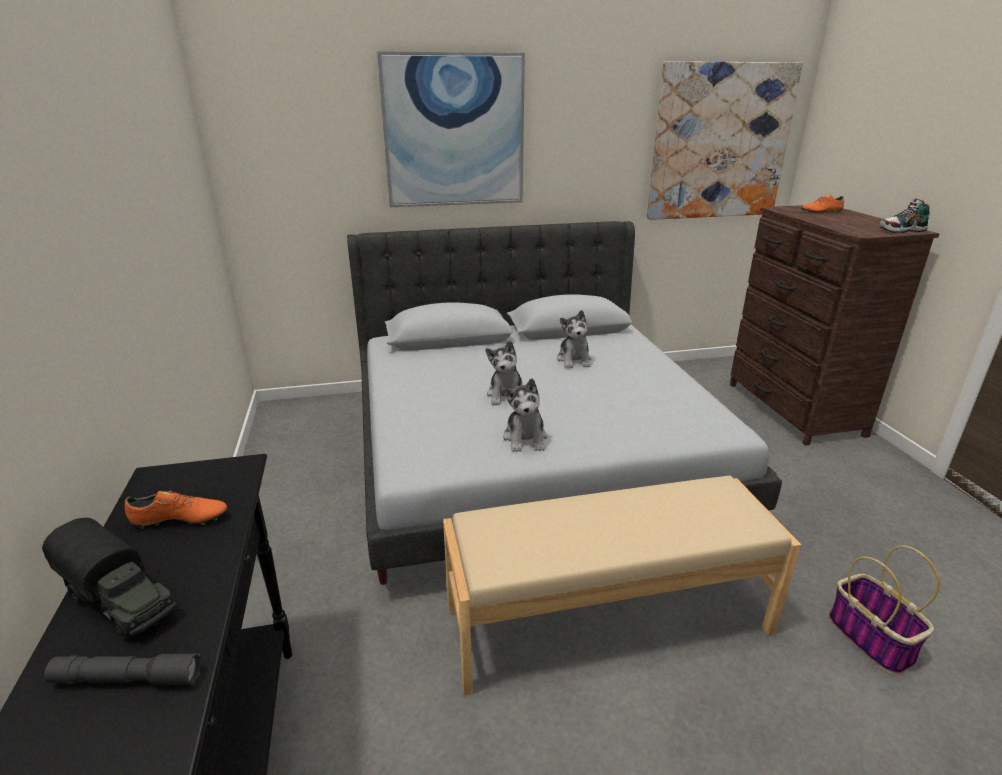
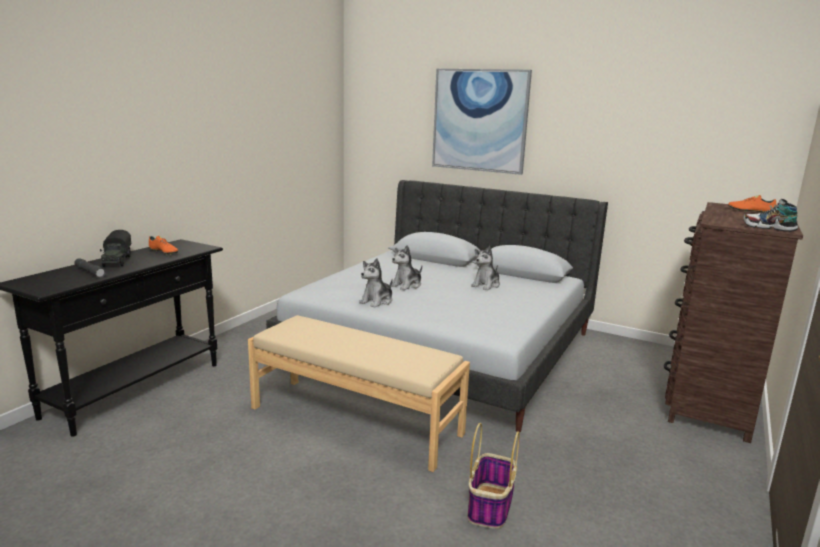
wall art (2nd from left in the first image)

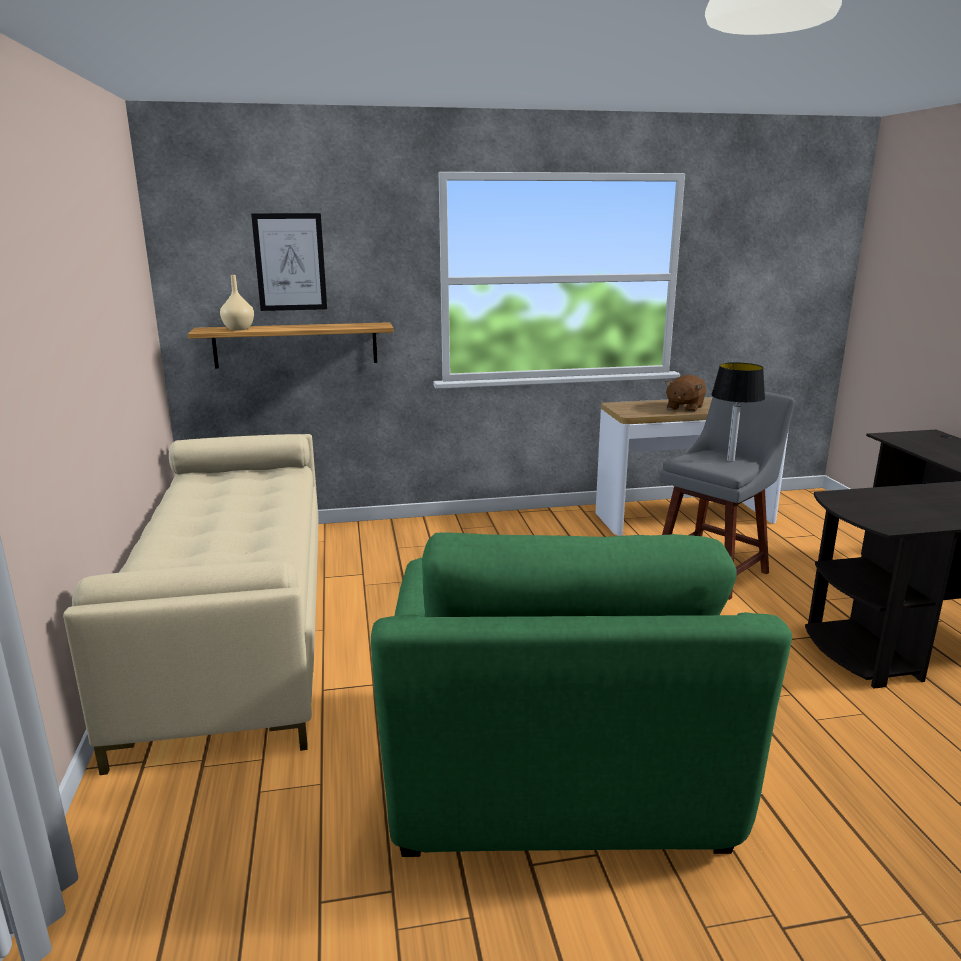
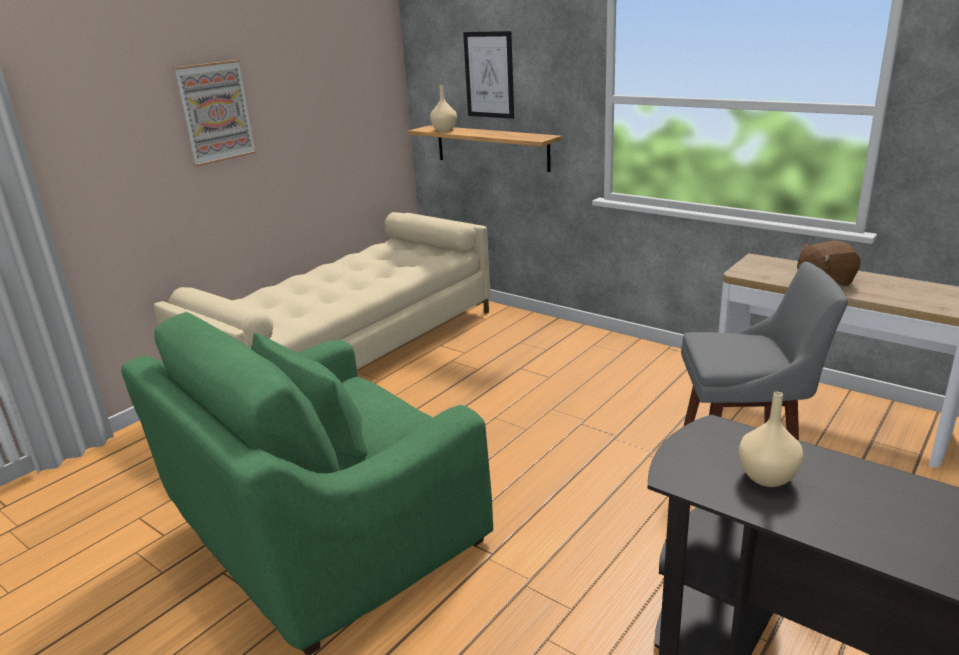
wall art (1st from left)
beige decorative vase (2nd from left)
tabletop lamp

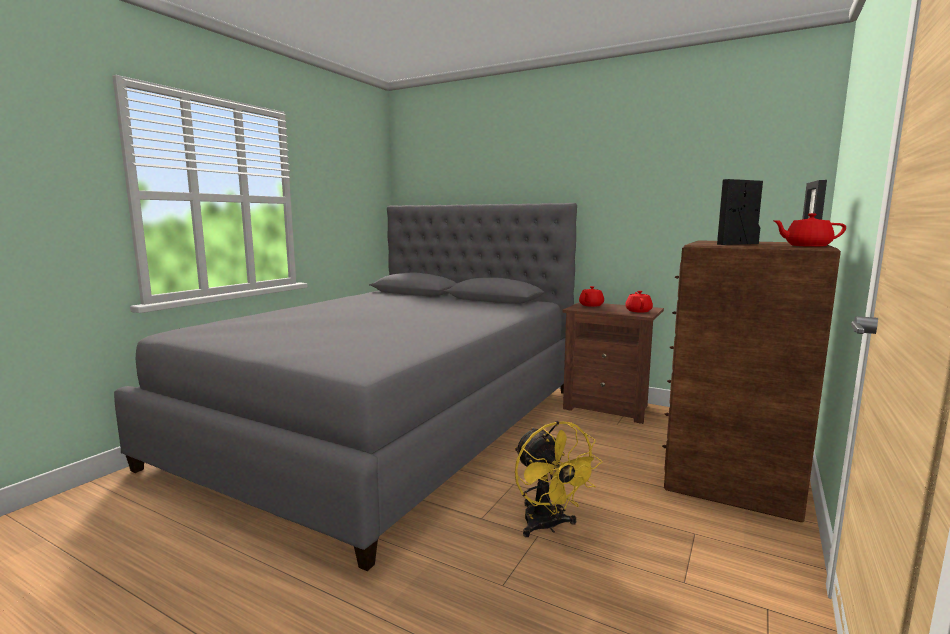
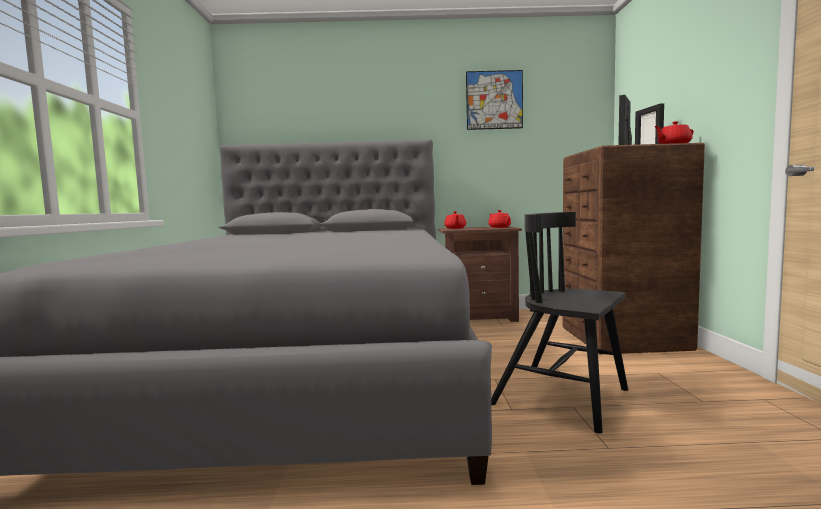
wall art
black plain chair

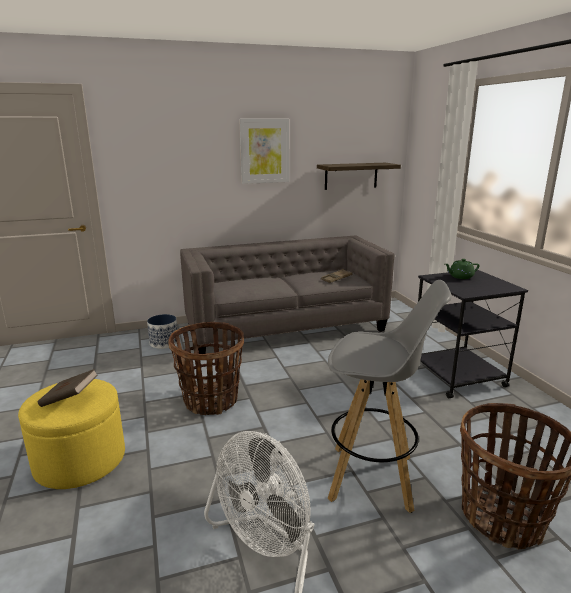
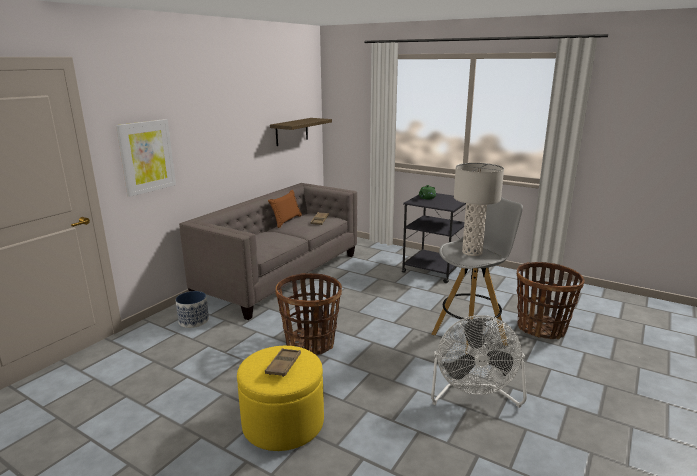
wall art
brown carrying tray (1st from left)
brown cushion
whitish tabletop lamp

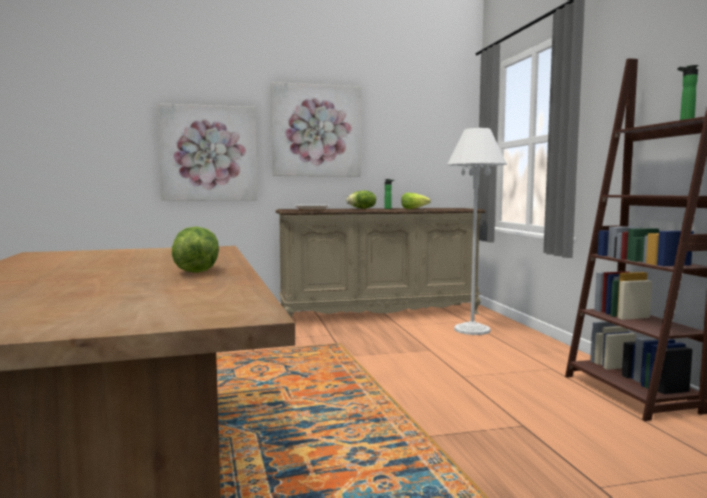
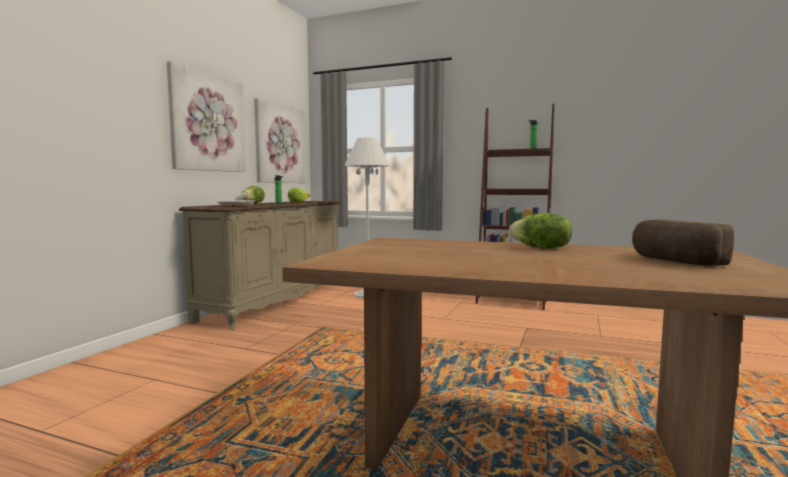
wall art (2nd from left)
baked bread

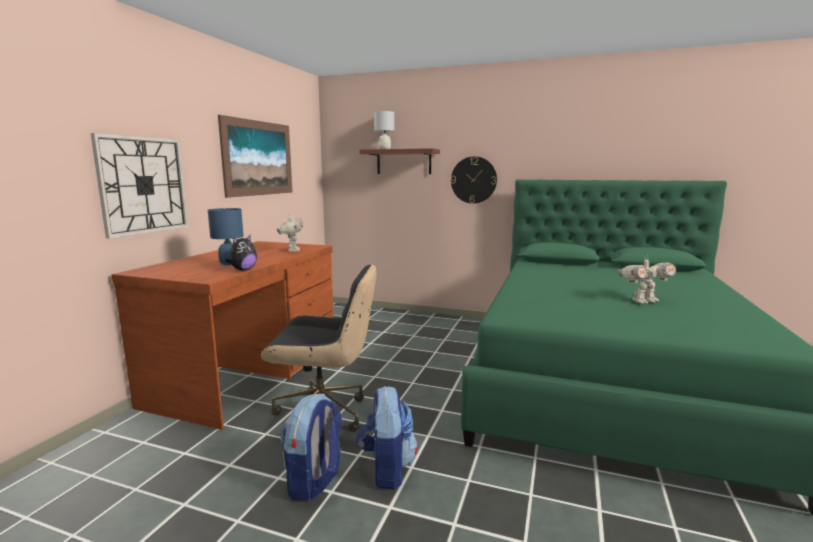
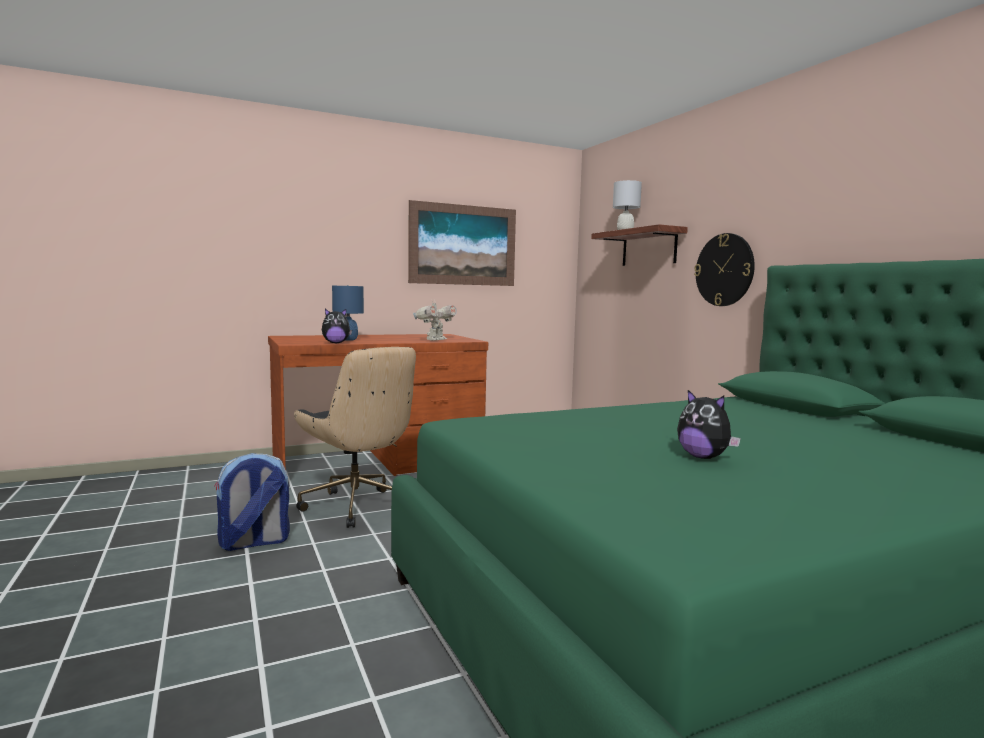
cuddly toy (2nd from left)
clock on the wall (1st from left in the first image)
backpack (2nd from left in the first image)

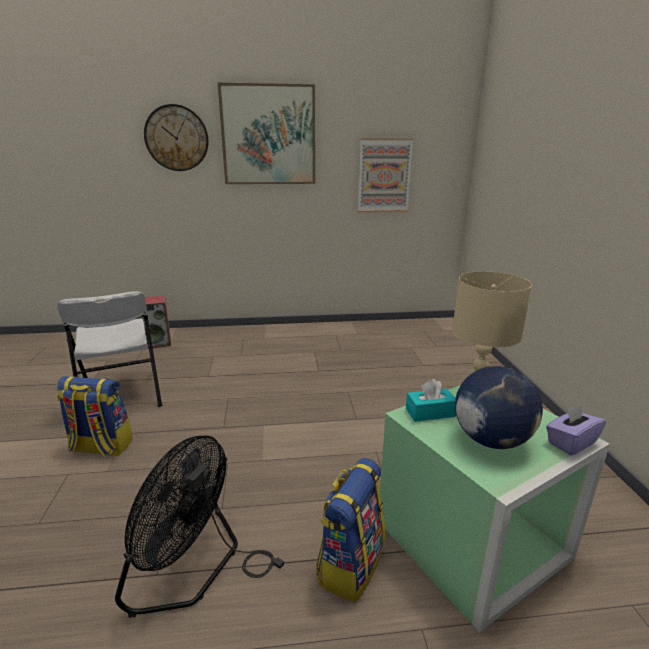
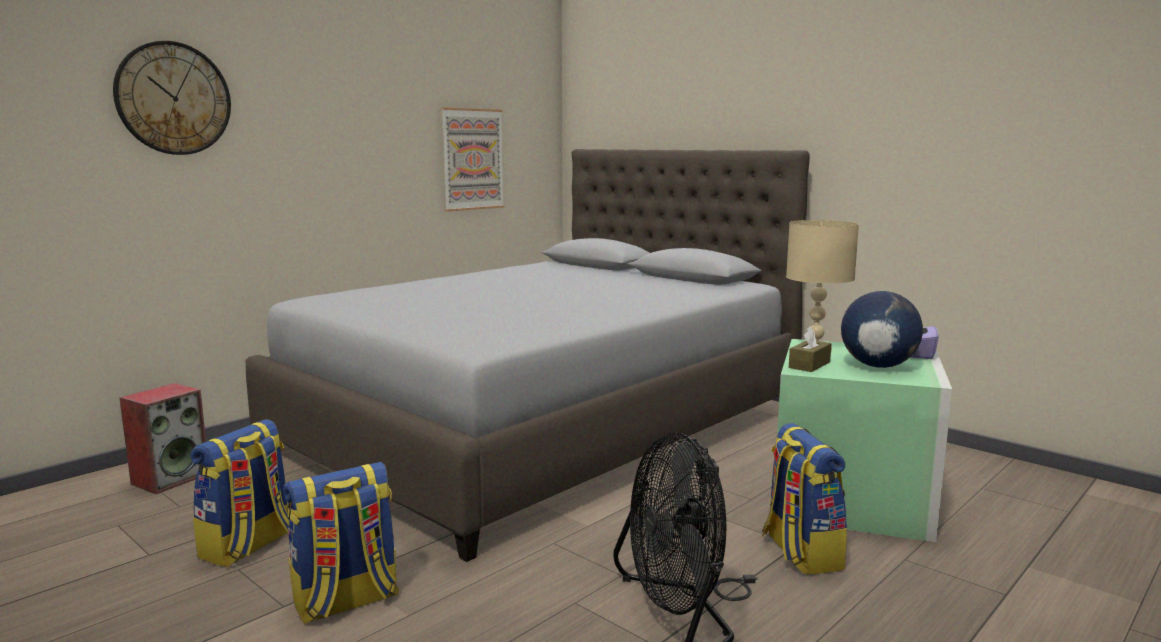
backpack (1st from left)
greyish bedroom bed
brown box of tissues
wall art (1st from left in the first image)

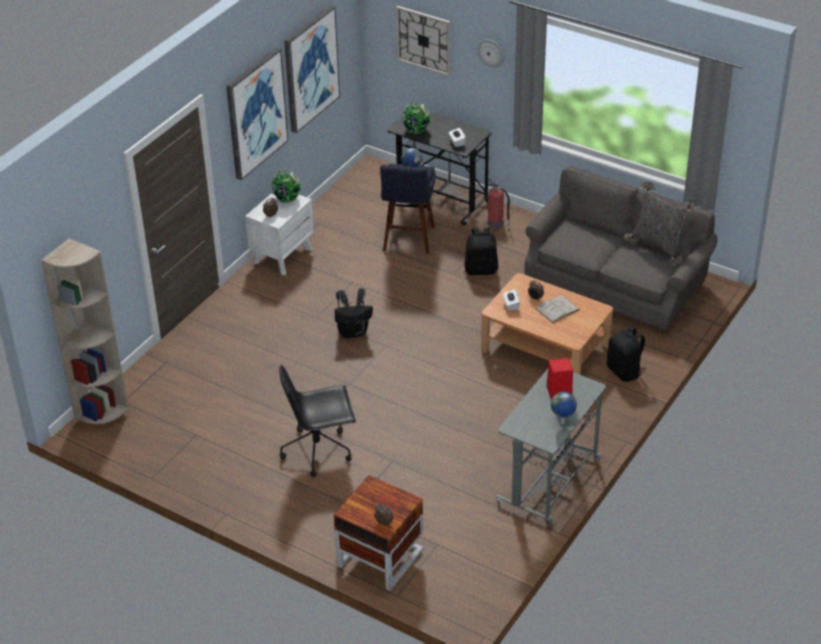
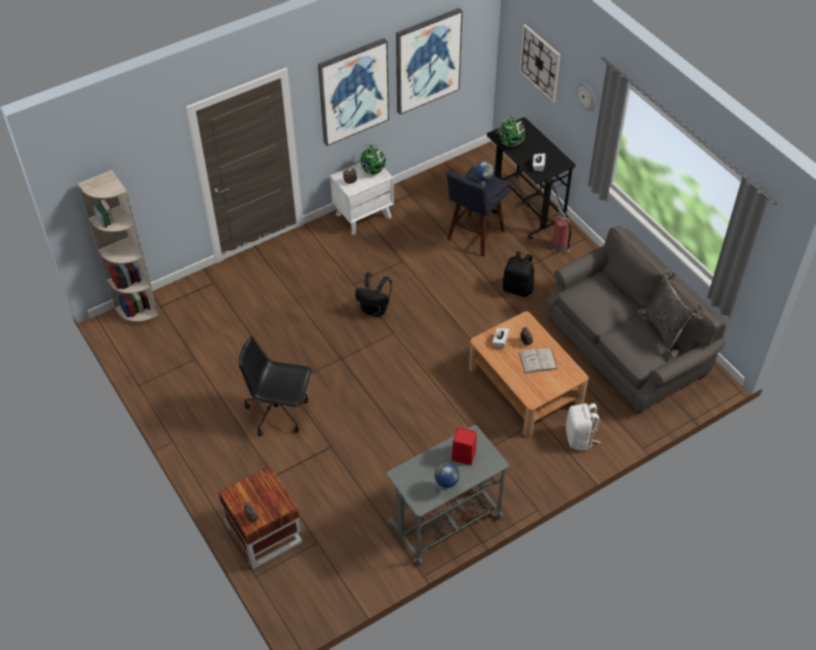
whitish backpack

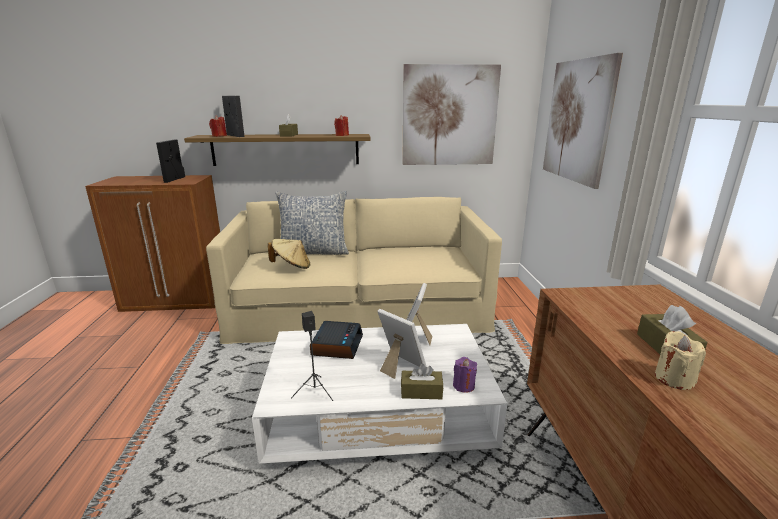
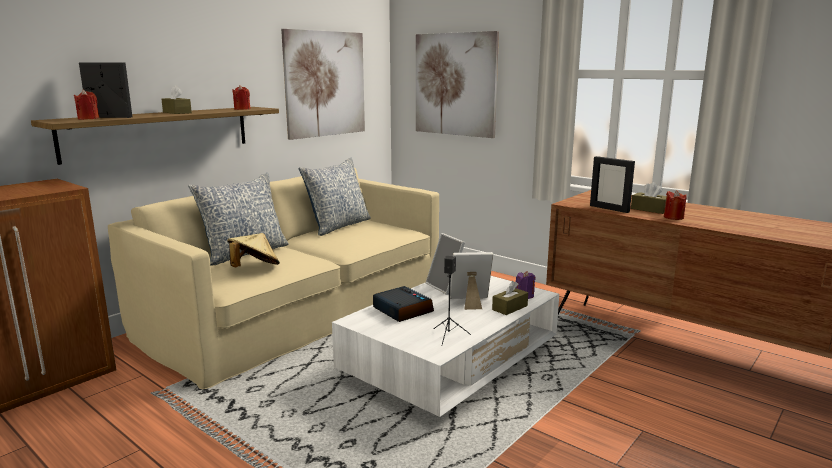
cushion (2nd from left)
standing frame (4th from left)
red-coloured candle (3rd from left)

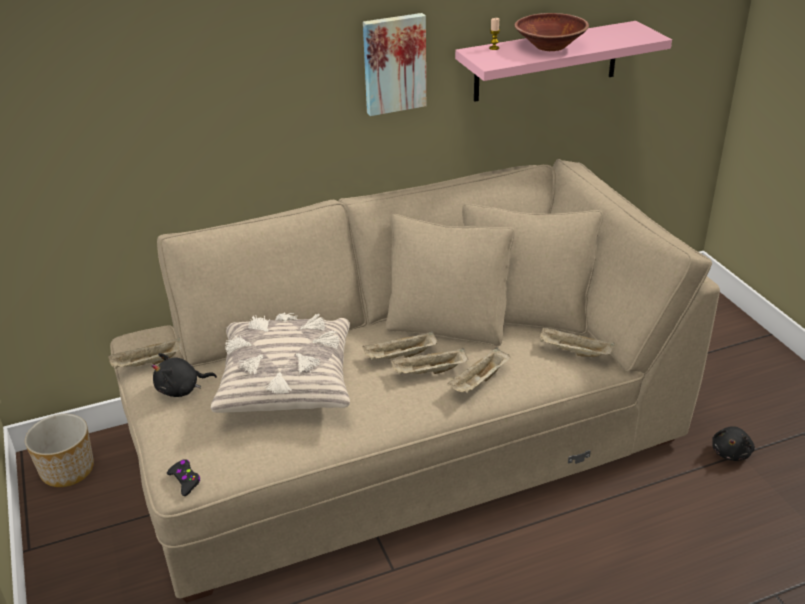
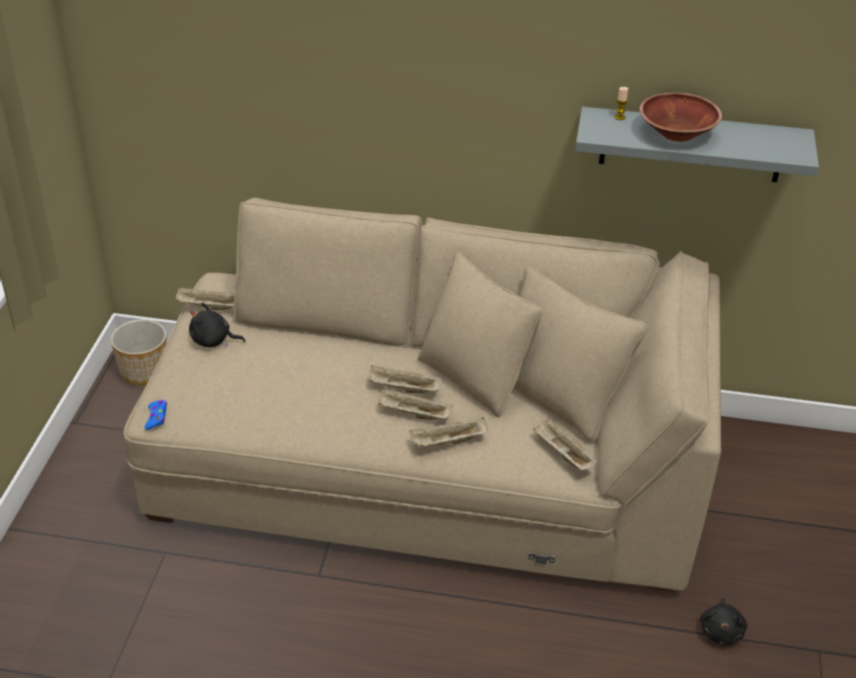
bluish game controller
greyish wall shelf
black cuddly toy (2nd from left)
beige cushion
wall art

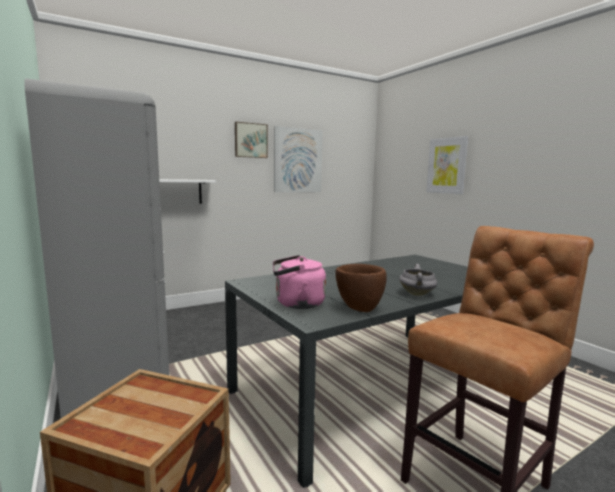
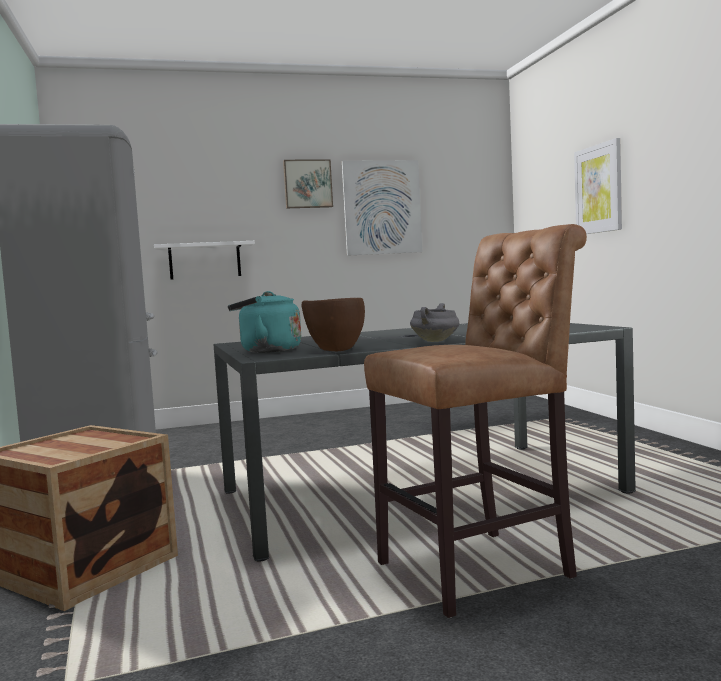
turquoise-coloured water kettle

